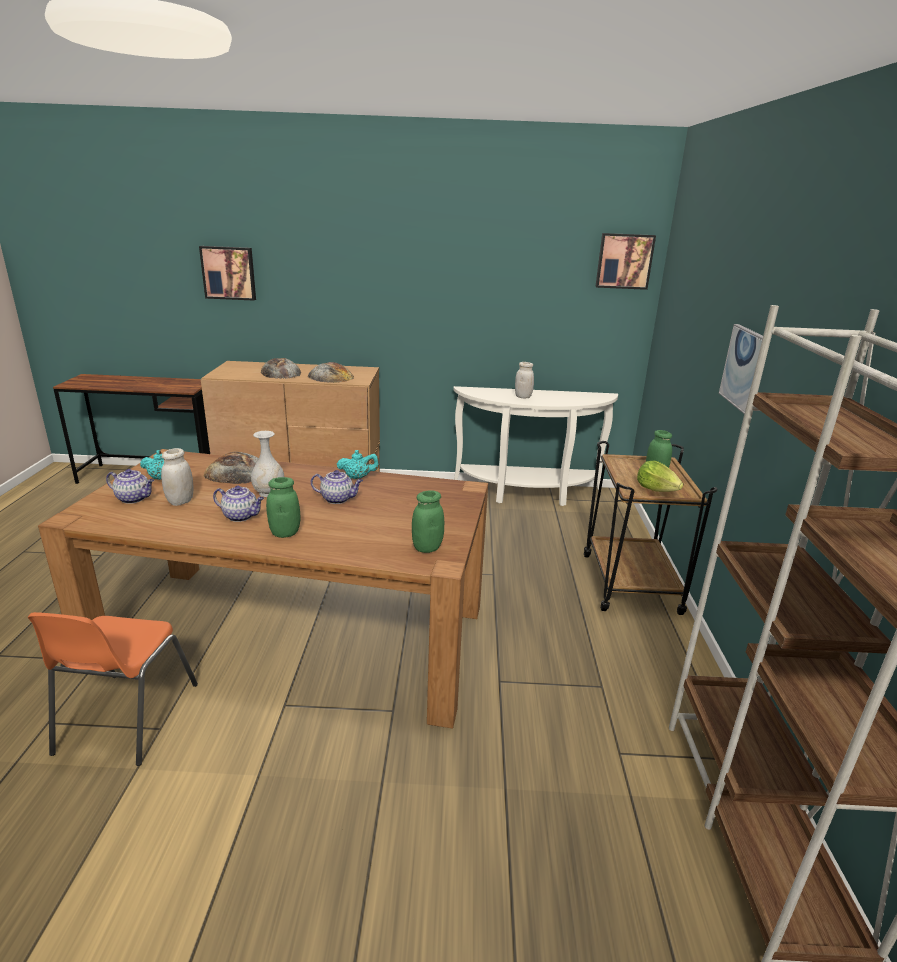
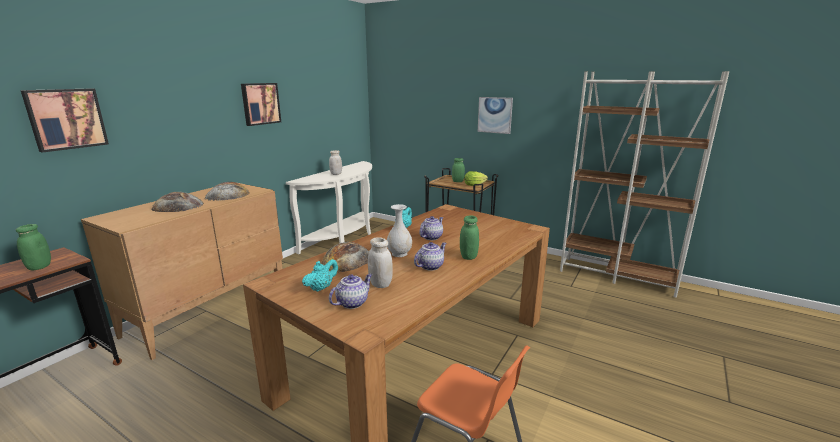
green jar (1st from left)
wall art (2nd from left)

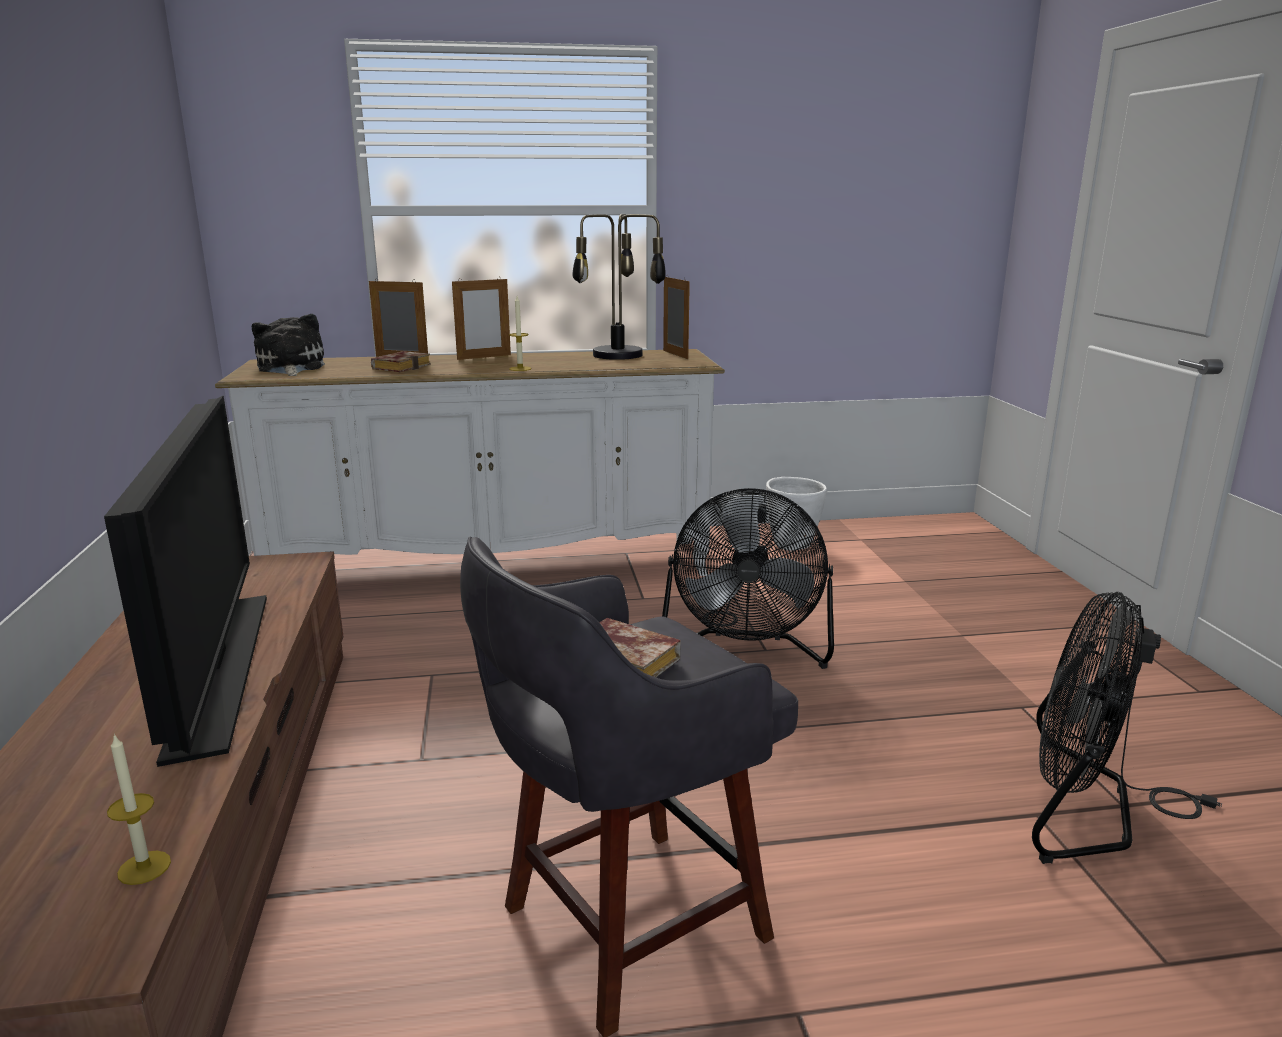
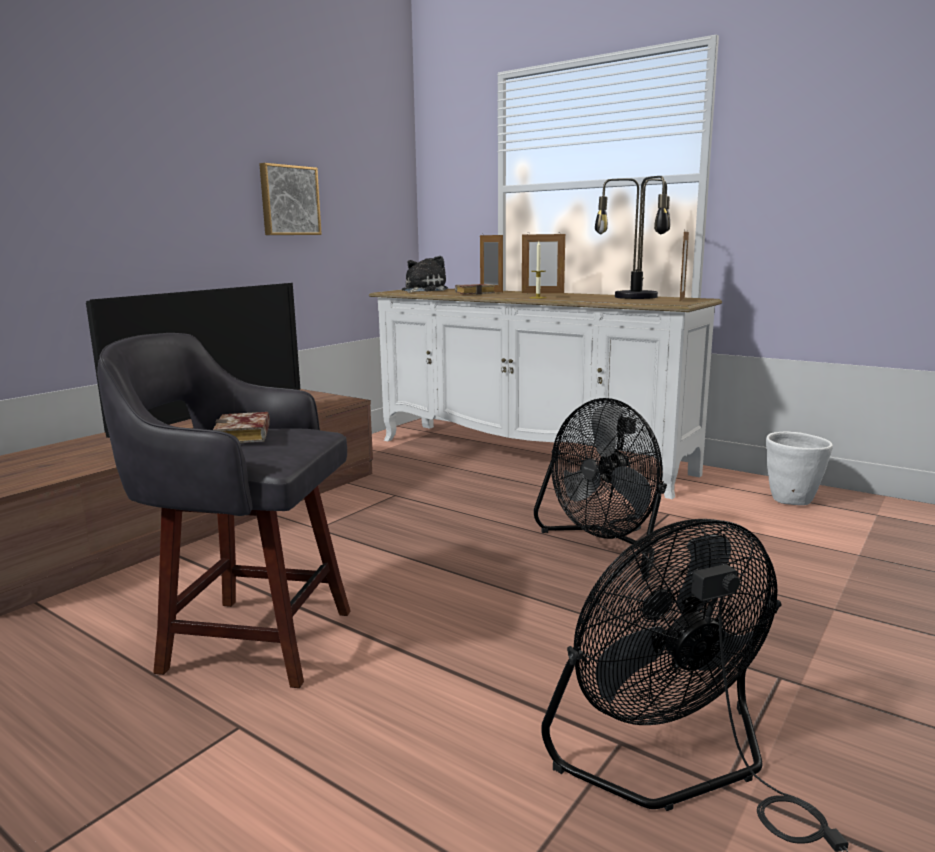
wall art
candle (1st from left in the first image)

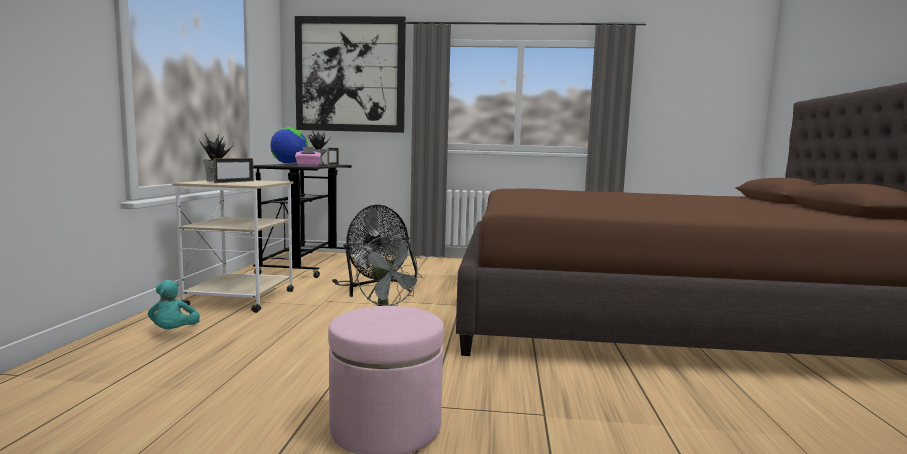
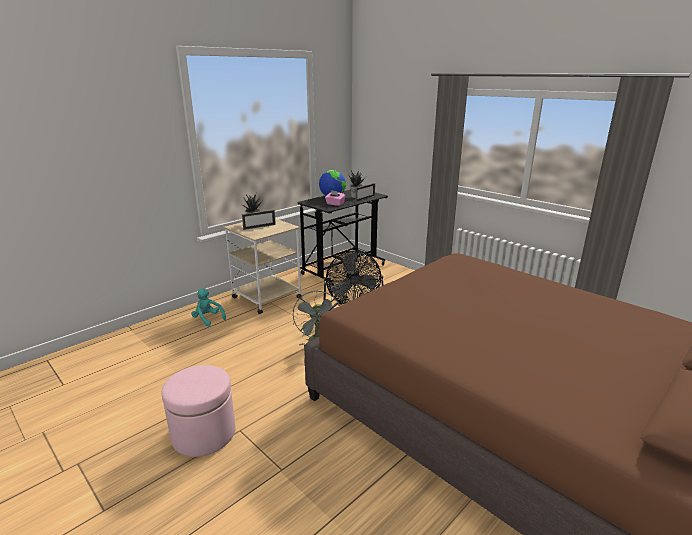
turquoise-coloured cuddly toy
wall art

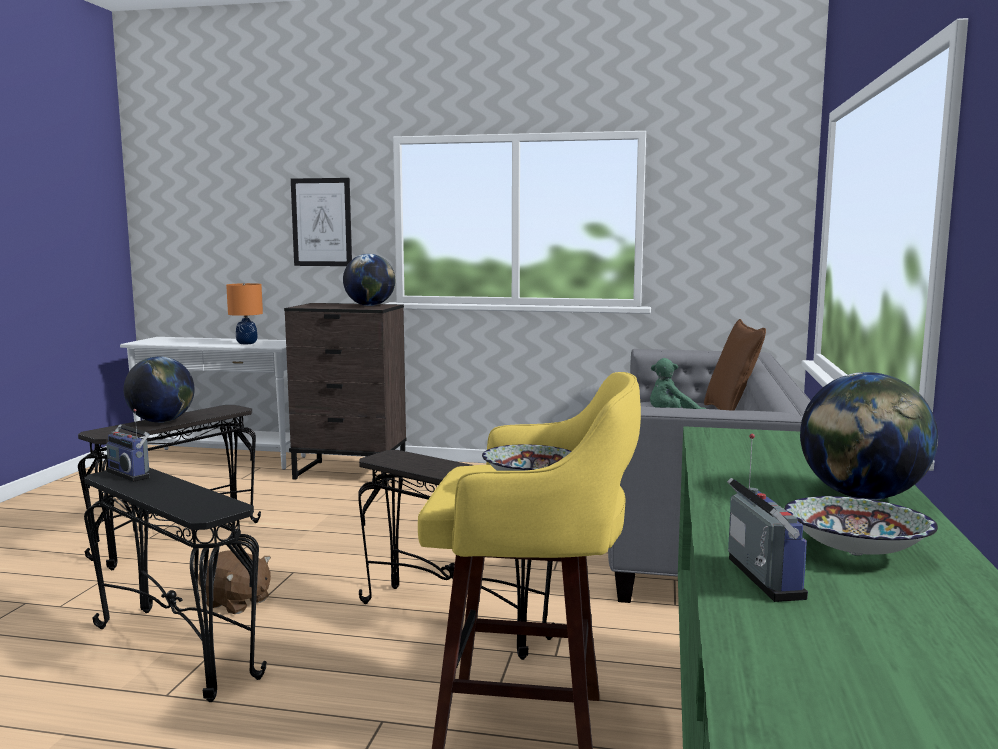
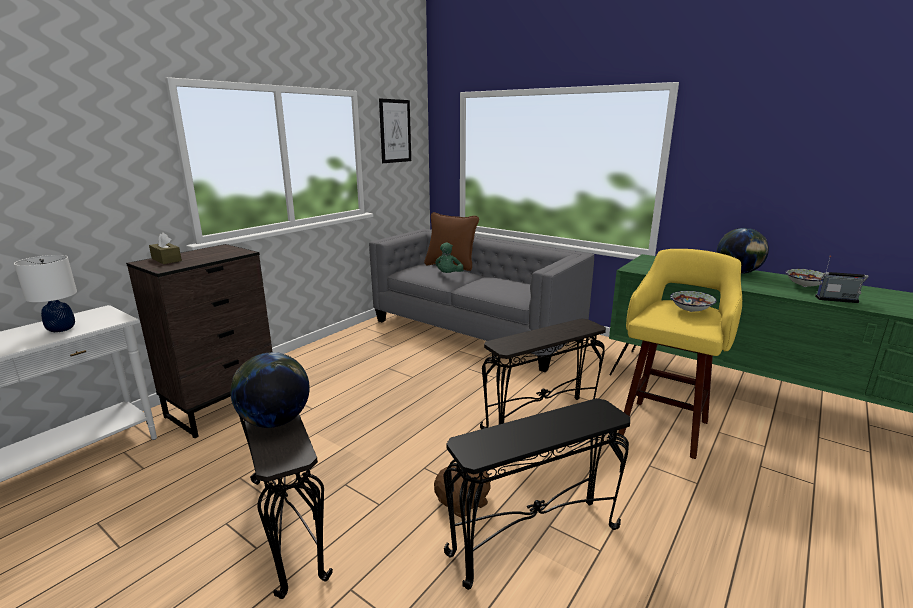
whitish tabletop lamp
brown box of tissues
wall art
radio (1st from left in the first image)
globe (2nd from left in the first image)

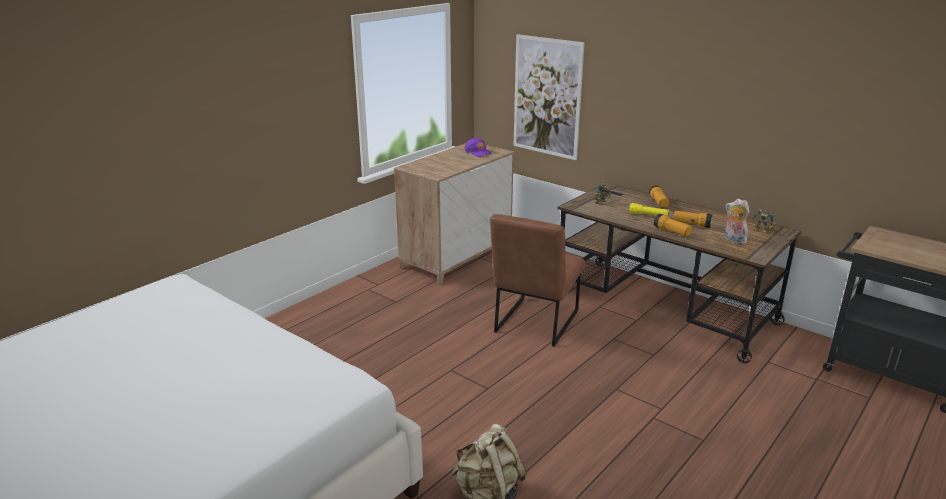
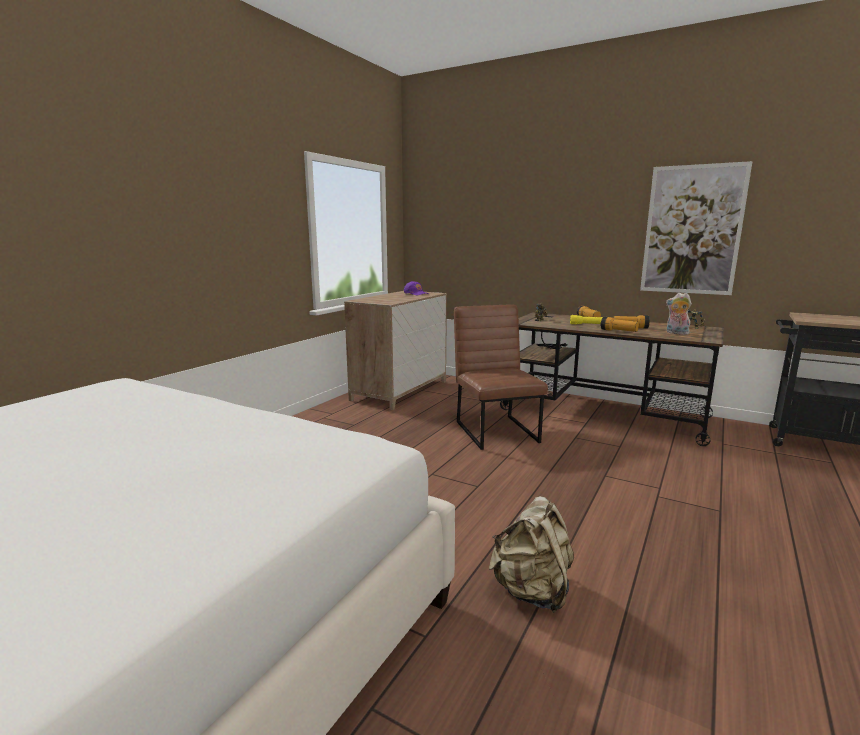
brown plain chair
wall art

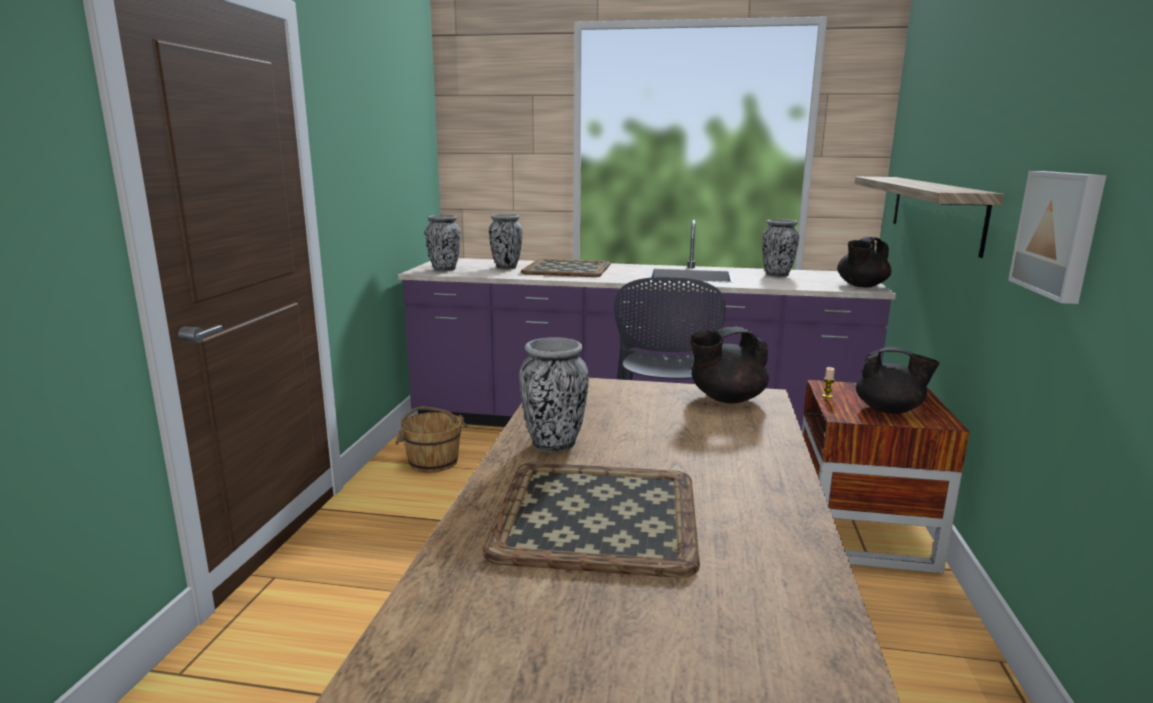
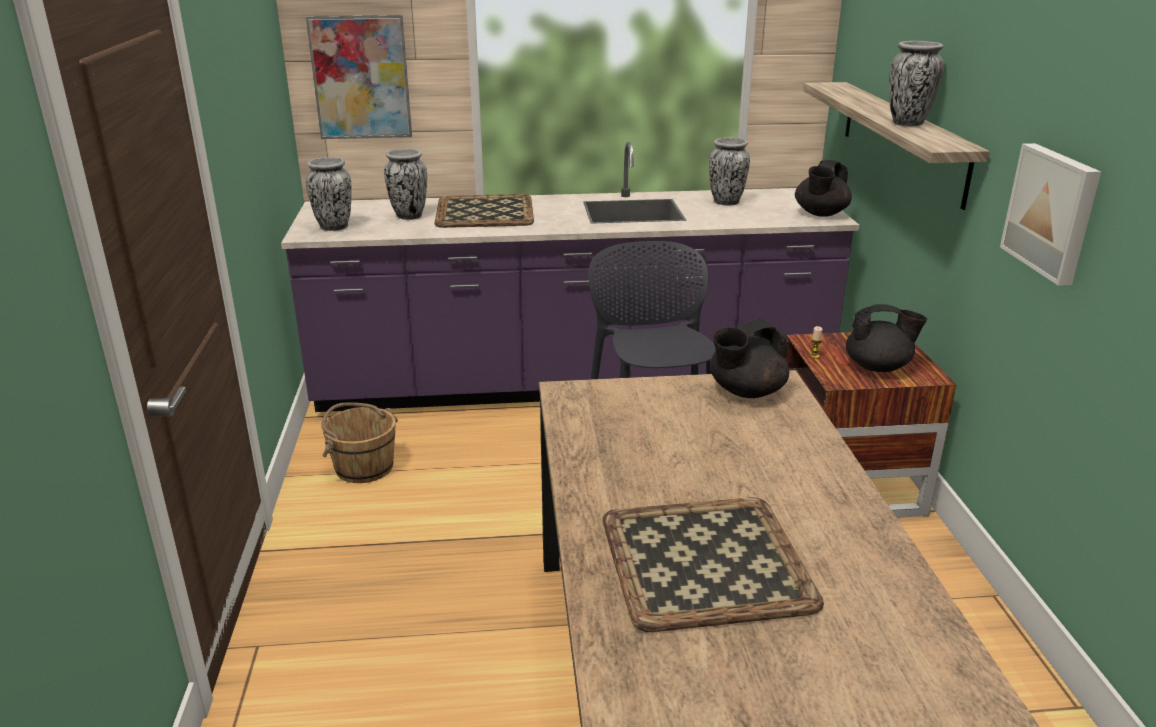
wall art (1st from left)
decorative vase (4th from left)

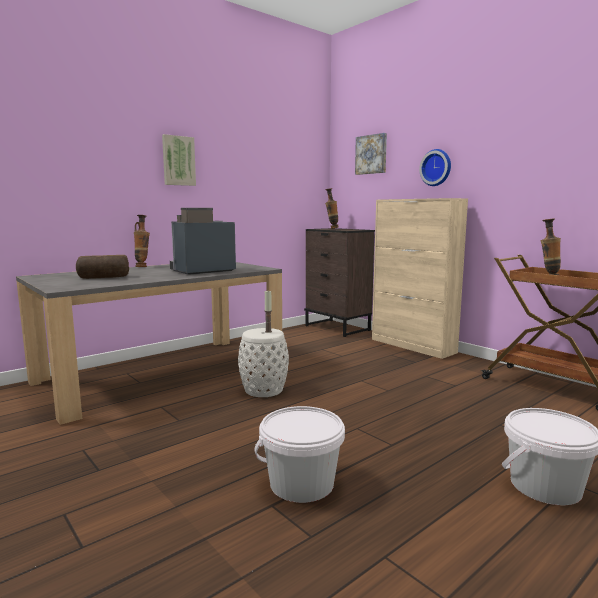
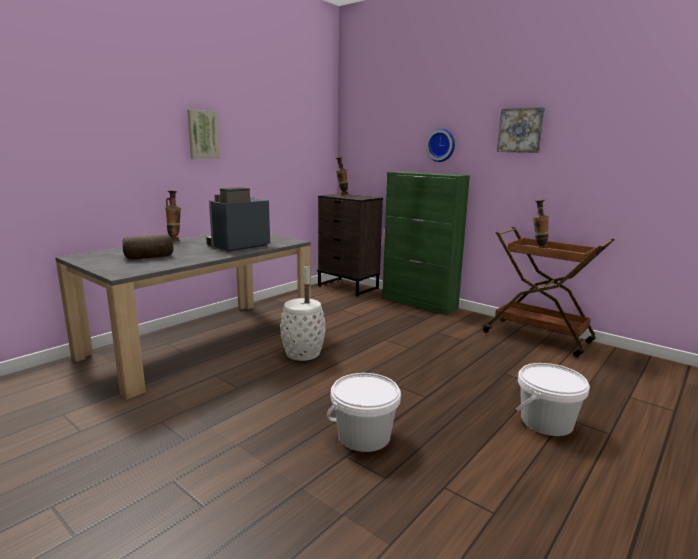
green storage cabinet
wall art (2nd from left)

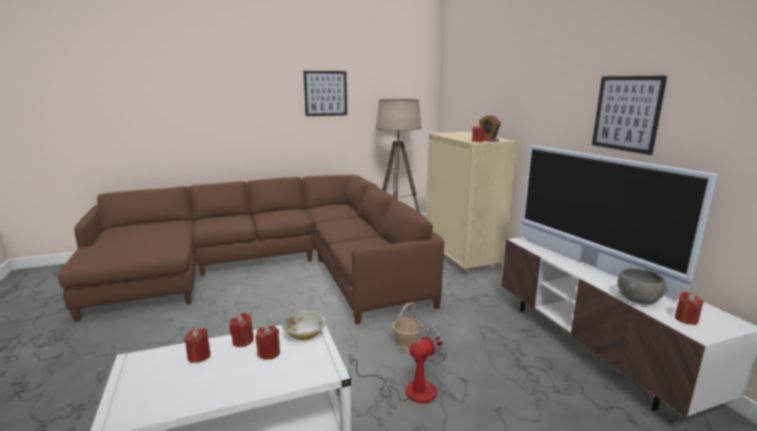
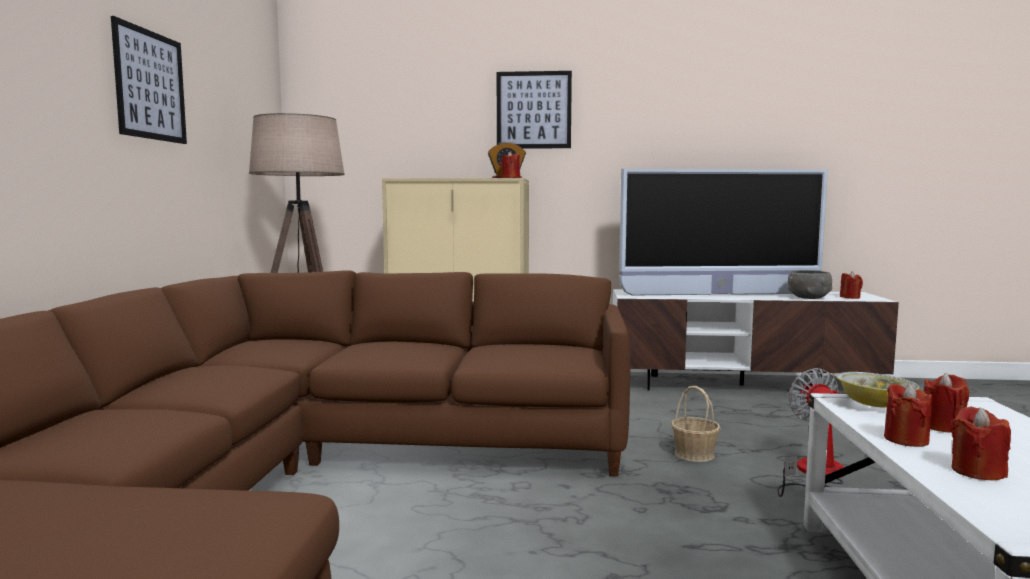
wall art (2nd from left)

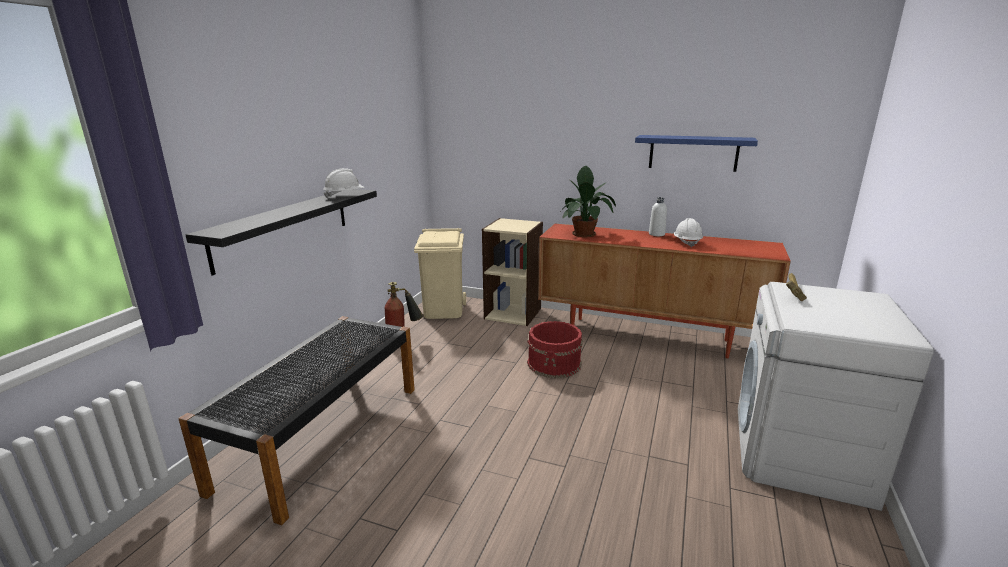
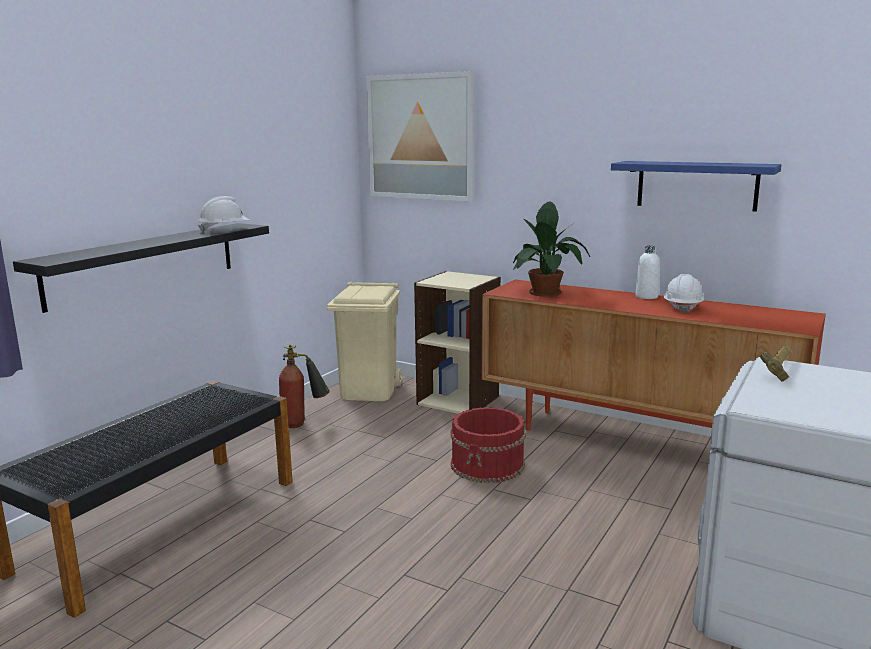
wall art

